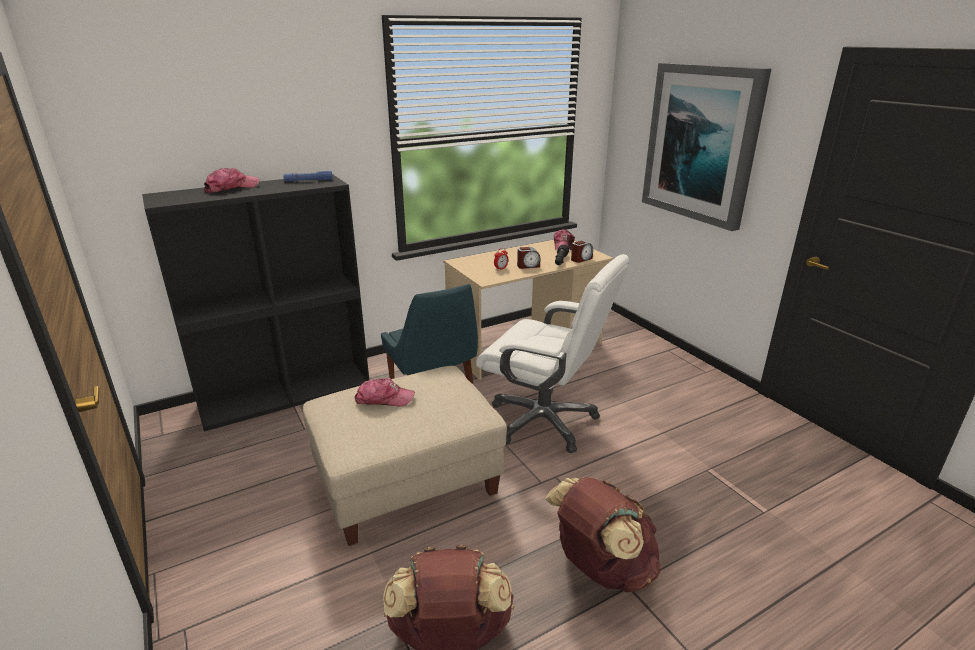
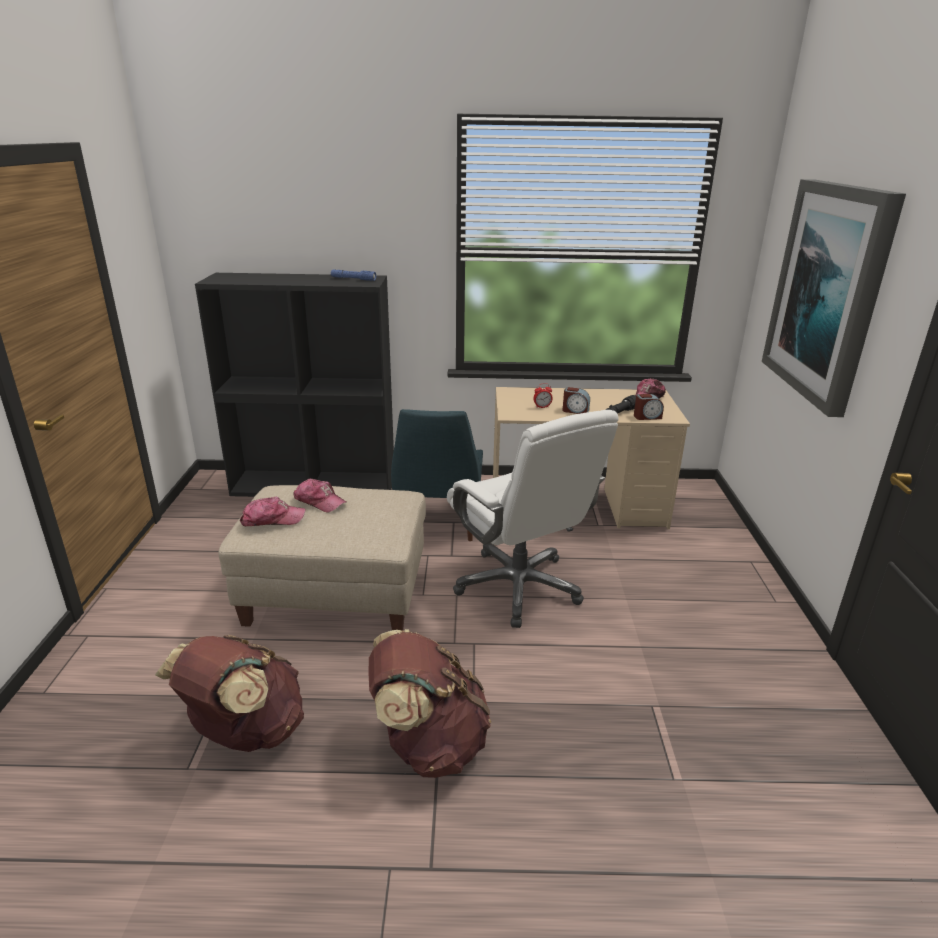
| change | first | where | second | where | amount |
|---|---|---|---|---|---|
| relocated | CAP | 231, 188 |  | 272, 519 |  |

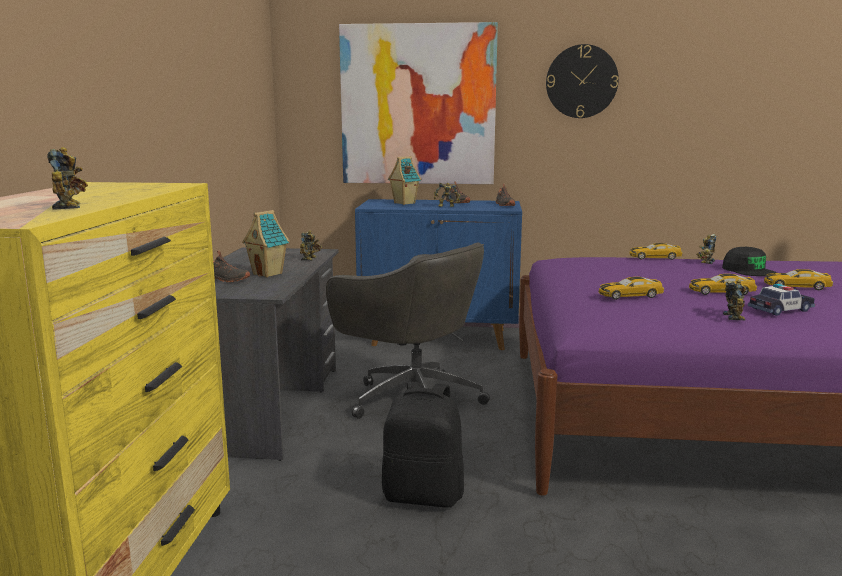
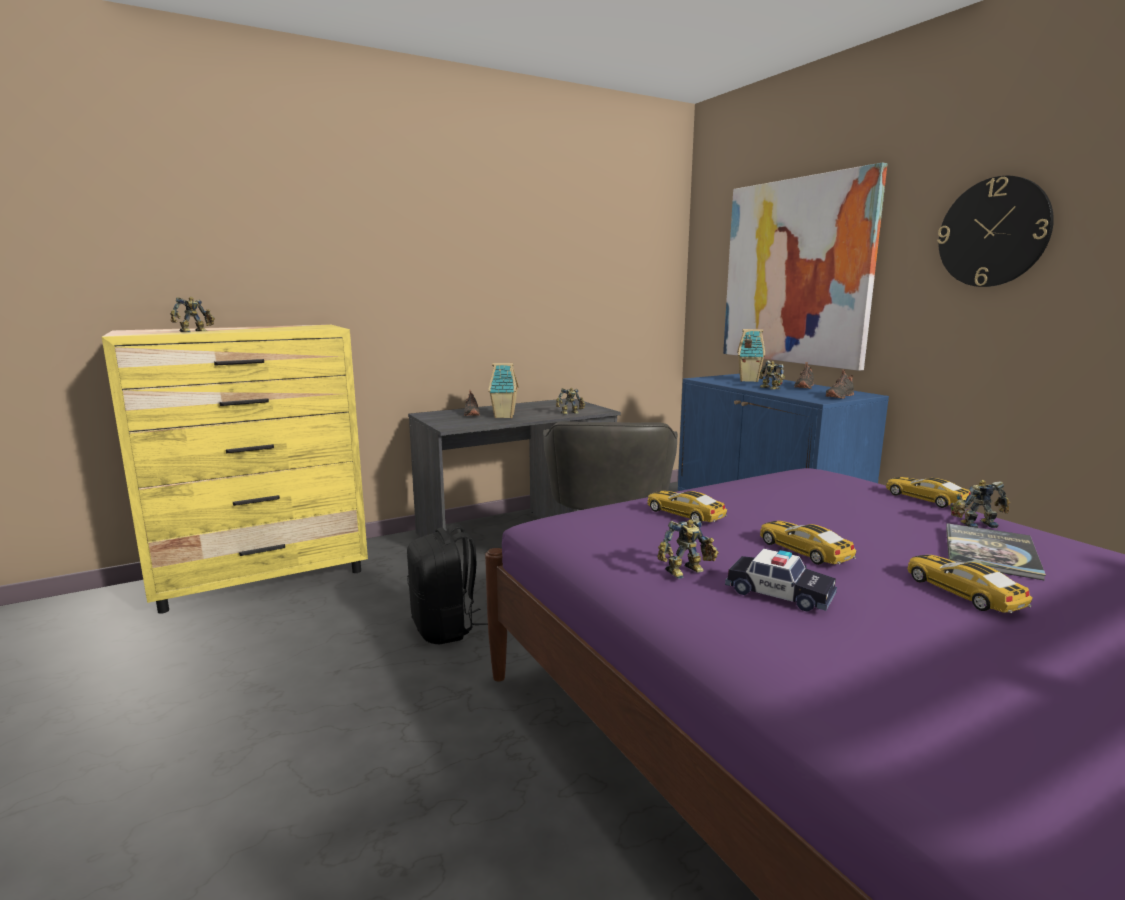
| change | first | where | second | where | amount |
|---|---|---|---|---|---|
| exchanged | BLACK CAP | 748, 270 | BOOK | 990, 552 |  |

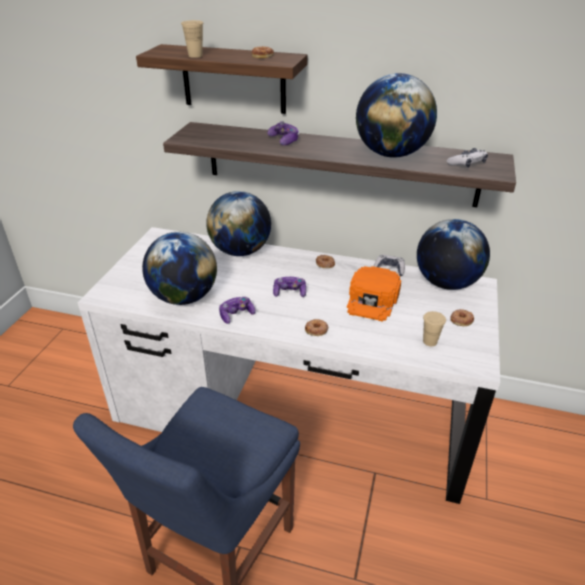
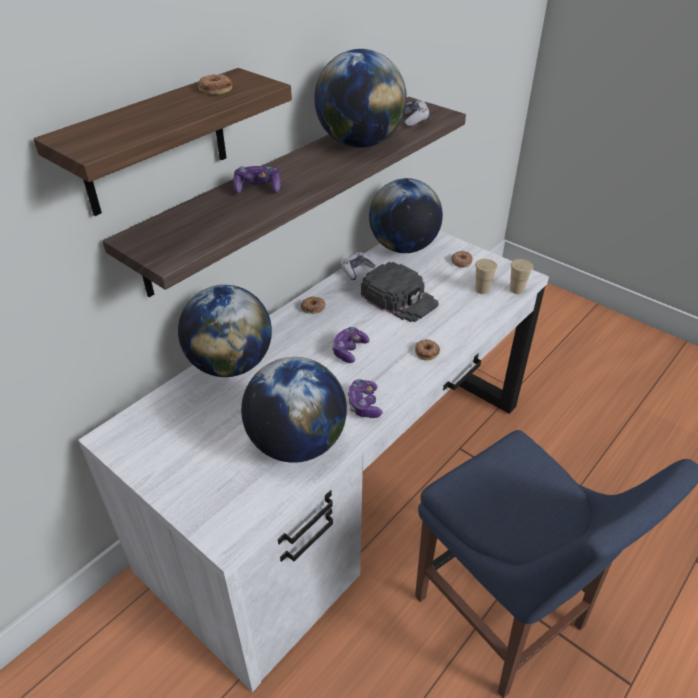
| change | first | where | second | where | amount |
|---|---|---|---|---|---|
| relocated | BEIGE CUP | 195, 55 |  | 516, 290 |  |
| colour | ORANGE CAP | 373, 299 | BLACK CAP | 399, 298 |  |

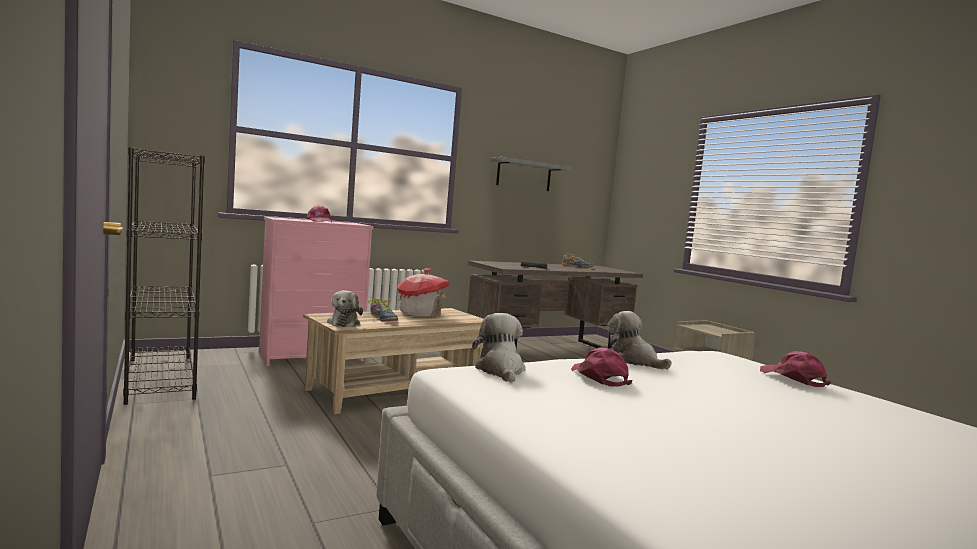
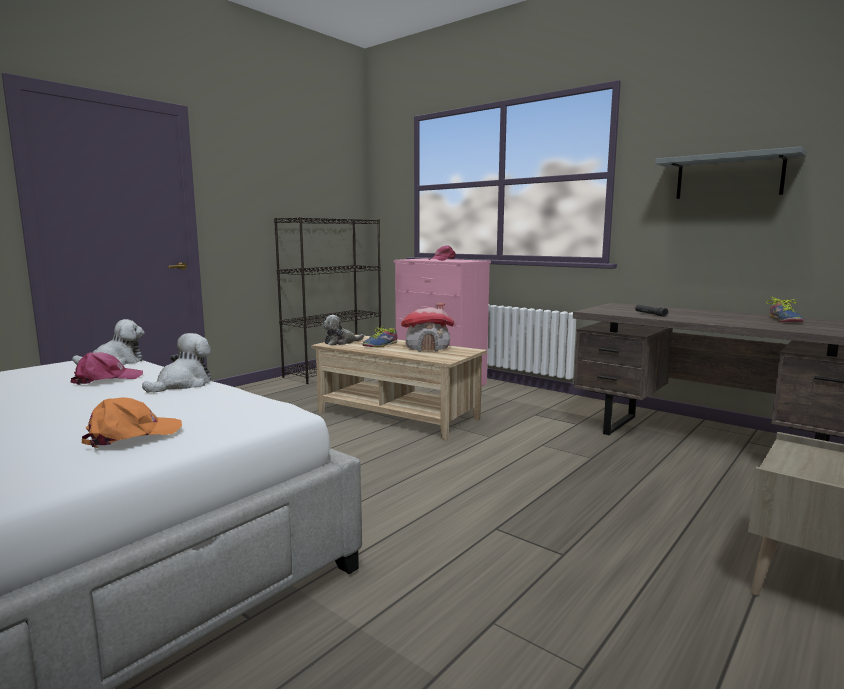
| change | first | where | second | where | amount |
|---|---|---|---|---|---|
| colour | PINK CAP | 793, 378 | ORANGE CAP | 132, 435 |  |

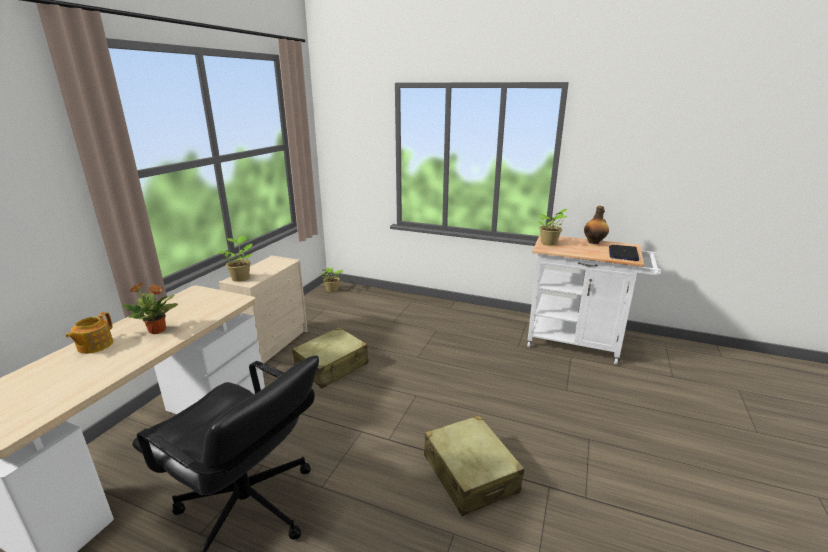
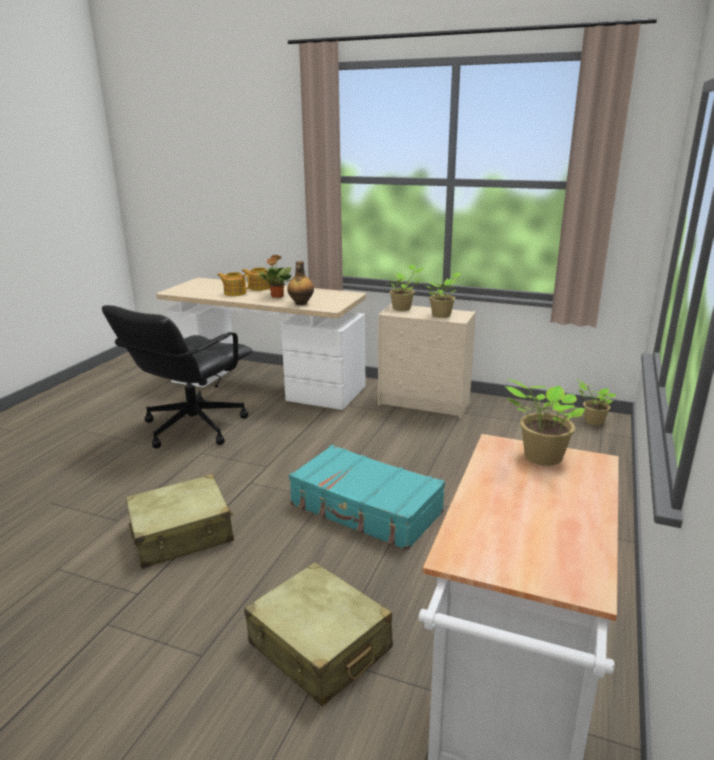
| change | first | where | second | where | amount |
|---|---|---|---|---|---|
| relocated | BEIGE SUITCASE | 332, 366 |  | 319, 646 |  |
| relocated | BOTTLE | 594, 242 |  | 301, 303 |  |
| missing | LAPTOP | 623, 253 |  |  |  |
| appeared |  |  | TEAPOT | 235, 293 |  |
| appeared |  |  | TURQUOISE SUITCASE | 366, 509 |  |
| appeared |  |  | POTTED PLANT | 442, 315 |  |

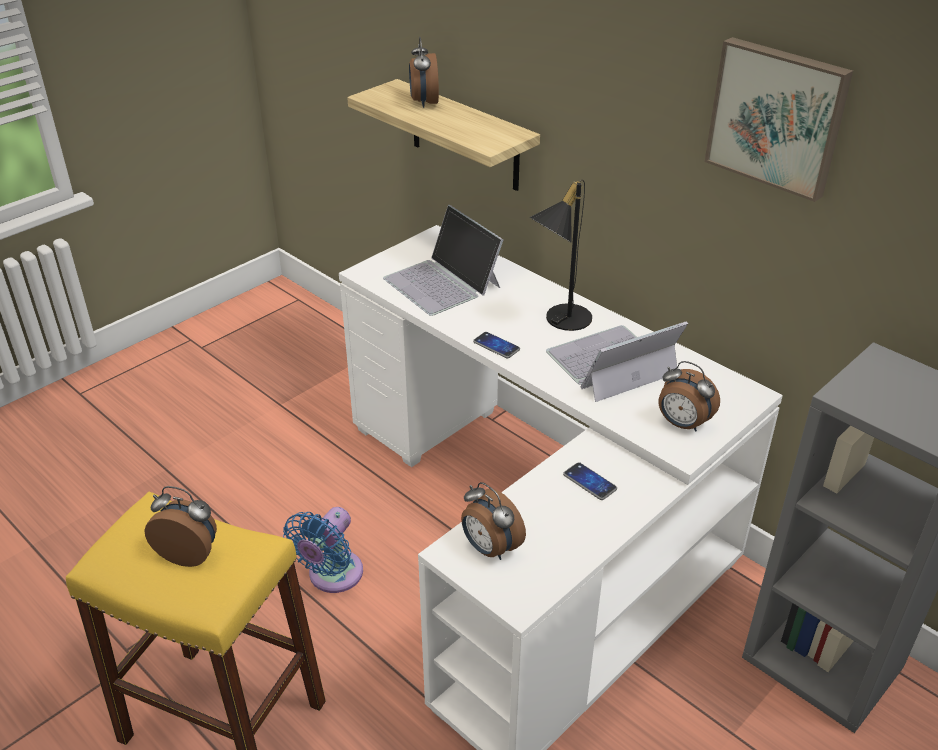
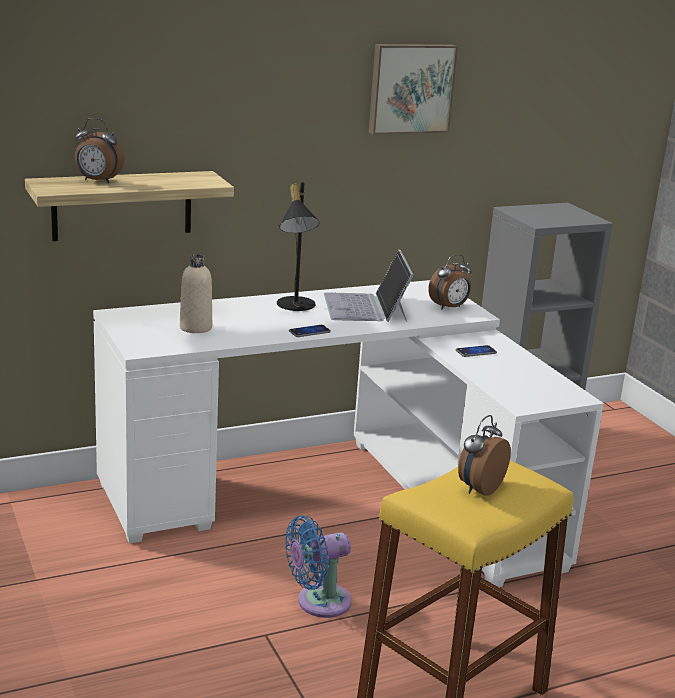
| change | first | where | second | where | amount |
|---|---|---|---|---|---|
| spun | BLUE FAN | 332, 576 |  | 318, 602 | 105 degrees clockwise |
| exchanged | LAPTOP | 443, 282 | BEIGE BOTTLE | 195, 328 |  |
| missing | ALARM CLOCK | 489, 548 |  |  |  |

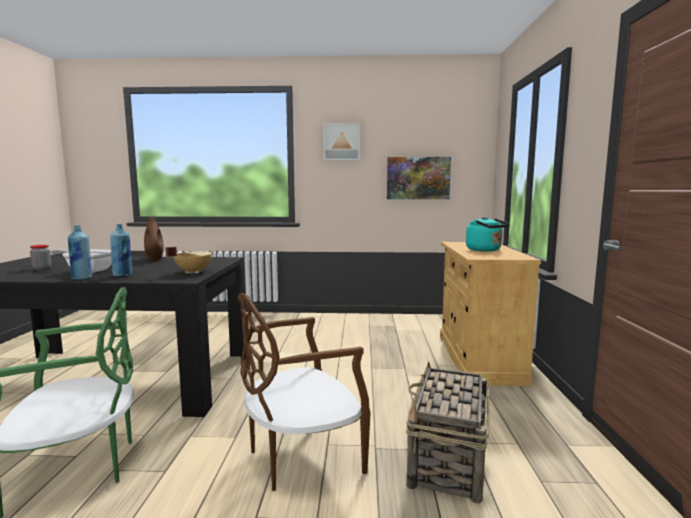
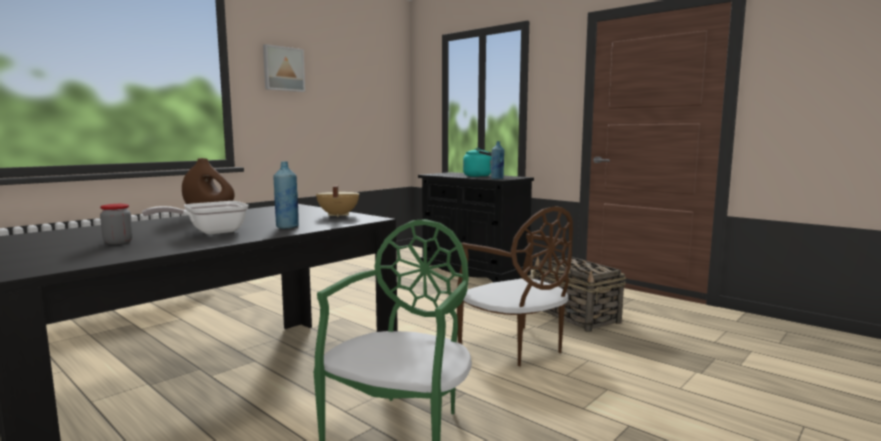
| change | first | where | second | where | amount |
|---|---|---|---|---|---|
| relocated | BLUE BOTTLE | 82, 278 |  | 497, 179 |  |
| spun | BROWN CHAIR | 300, 456 |  | 515, 347 | 45 degrees counterclockwise |
| missing | PICTURE | 418, 178 |  |  |  |
| colour | BEIGE CABINET | 478, 358 | BLACK CABINET | 473, 270 |  |

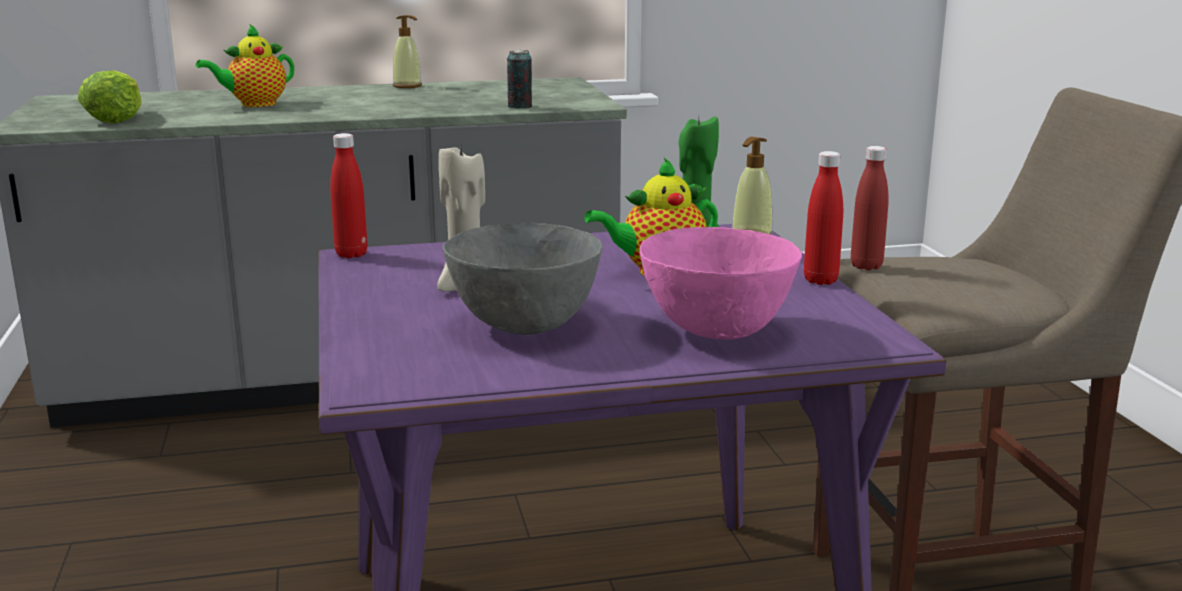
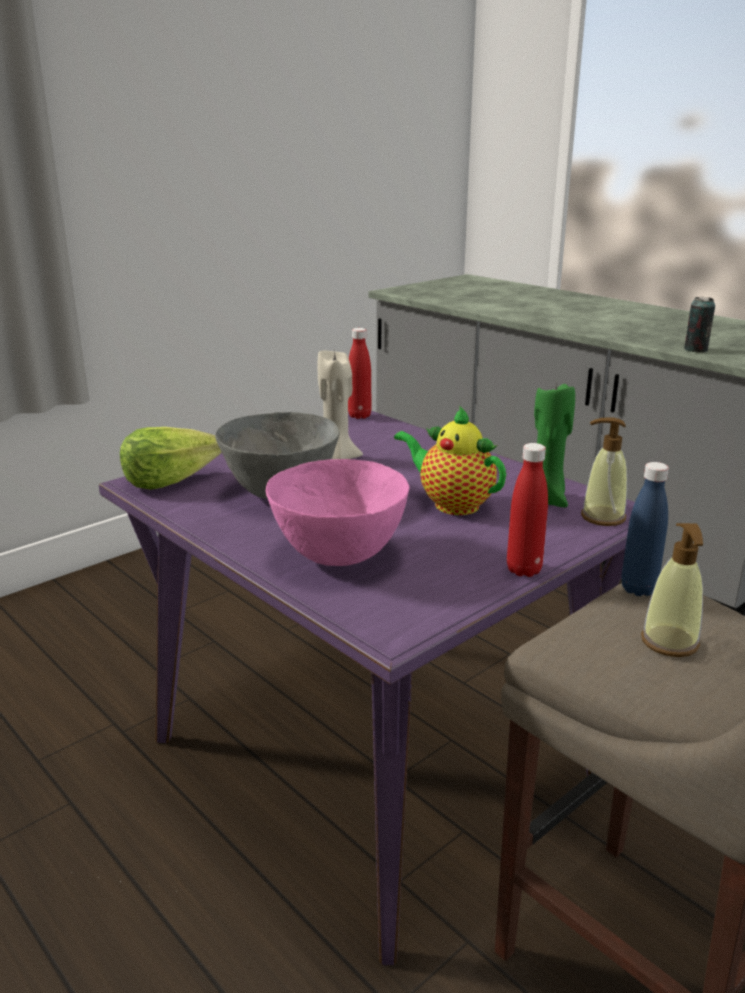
| change | first | where | second | where | amount |
|---|---|---|---|---|---|
| relocated | LETTUCE | 116, 119 |  | 170, 480 |  |
| missing | TEAPOT | 254, 104 |  |  |  |
| relocated | SOAP DISPENSER | 407, 86 |  | 669, 642 |  |
| colour | RED BOTTLE | 866, 266 | BLUE BOTTLE | 638, 589 |  |

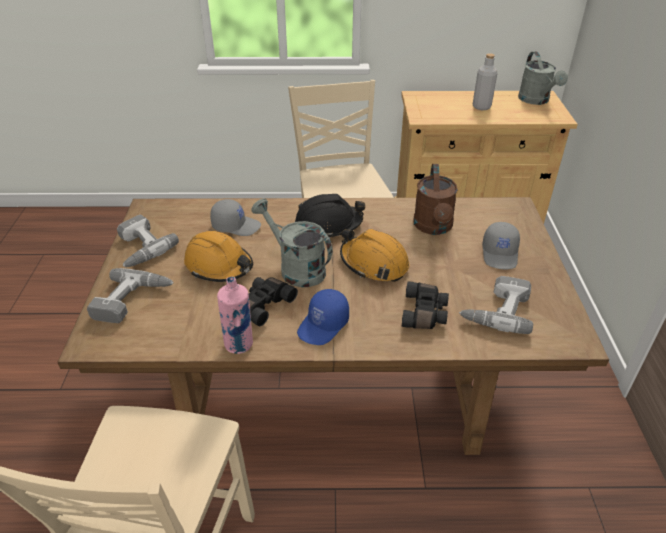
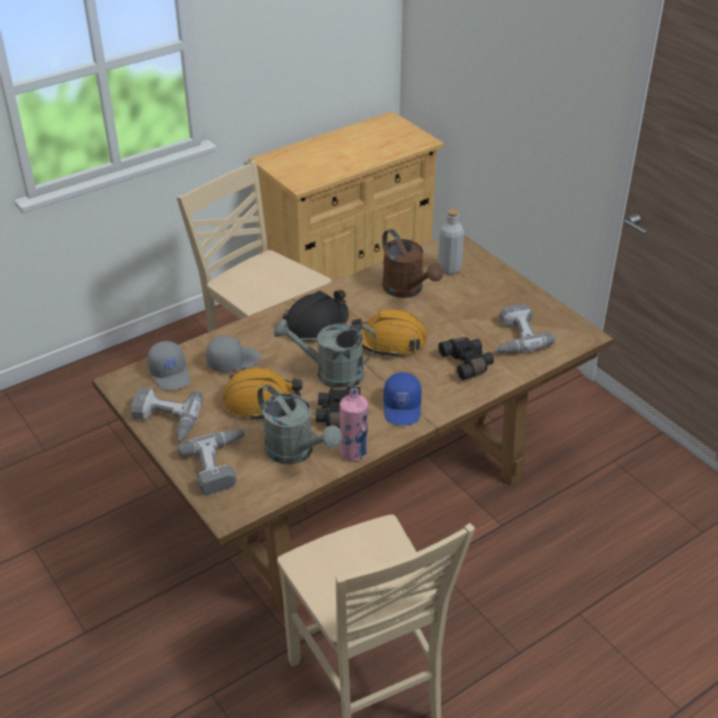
| change | first | where | second | where | amount |
|---|---|---|---|---|---|
| relocated | GREY BOTTLE | 481, 107 |  | 449, 268 |  |
| relocated | GREY CAP | 500, 254 |  | 171, 374 |  |
| relocated | GREY WATERING CAN | 536, 101 |  | 296, 452 |  |

